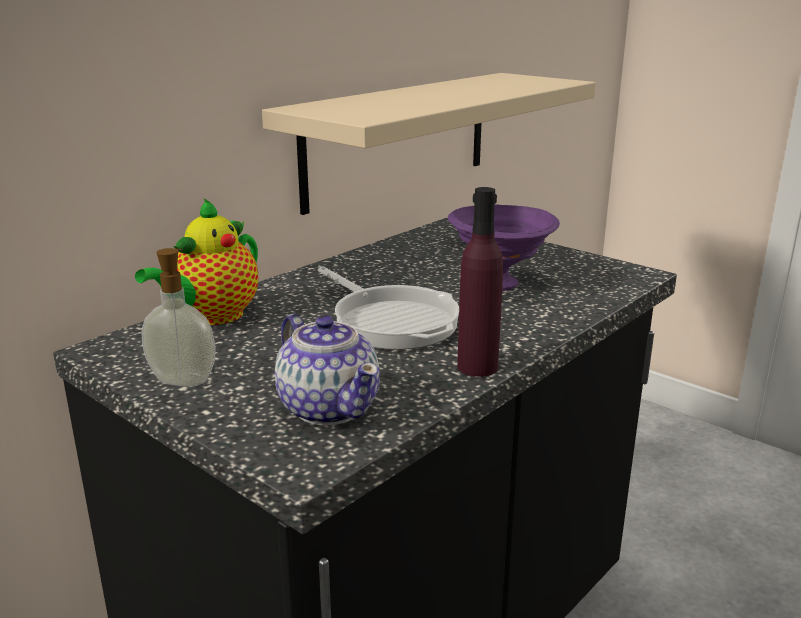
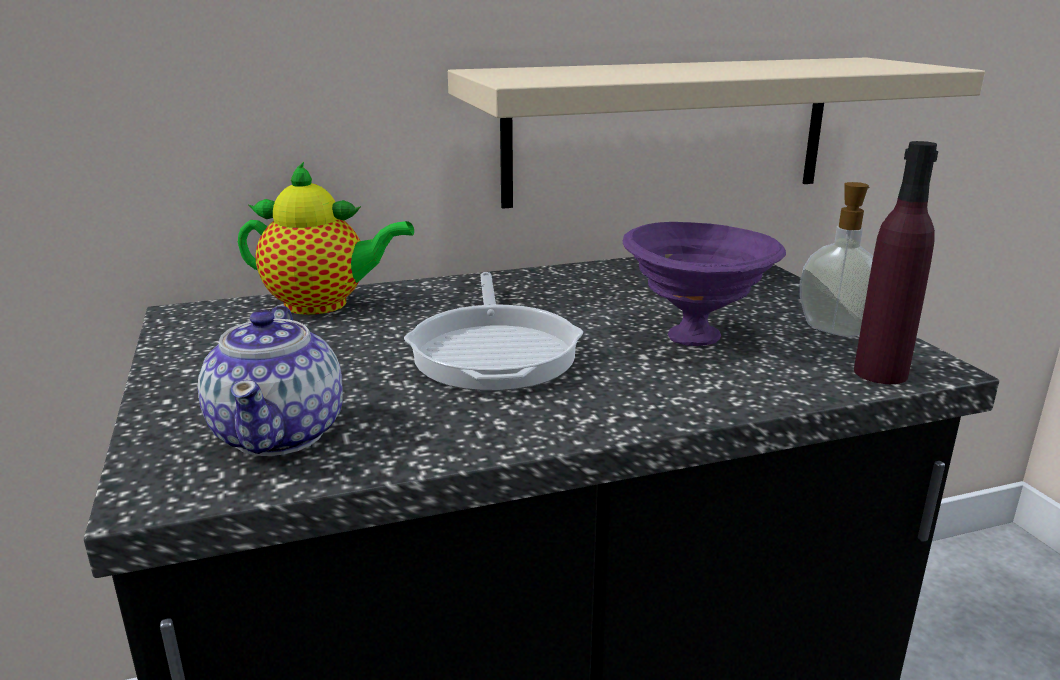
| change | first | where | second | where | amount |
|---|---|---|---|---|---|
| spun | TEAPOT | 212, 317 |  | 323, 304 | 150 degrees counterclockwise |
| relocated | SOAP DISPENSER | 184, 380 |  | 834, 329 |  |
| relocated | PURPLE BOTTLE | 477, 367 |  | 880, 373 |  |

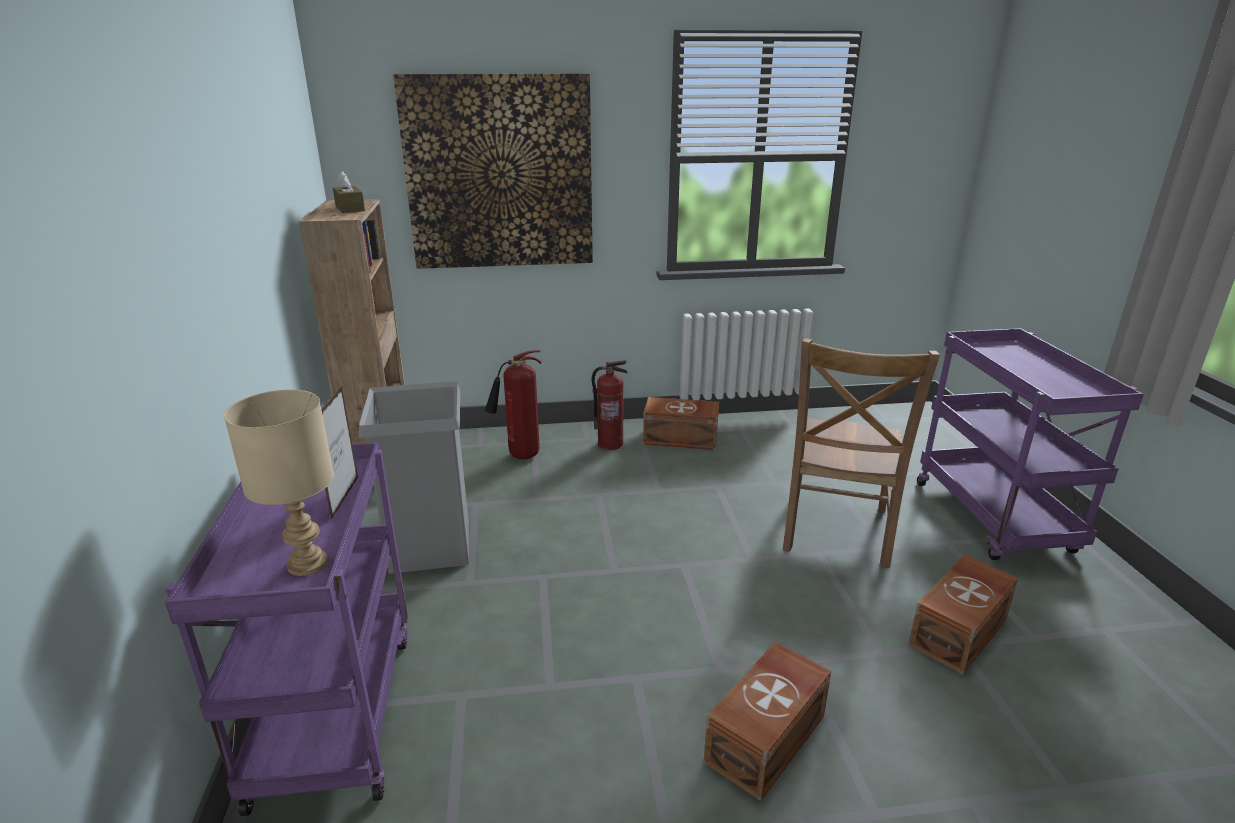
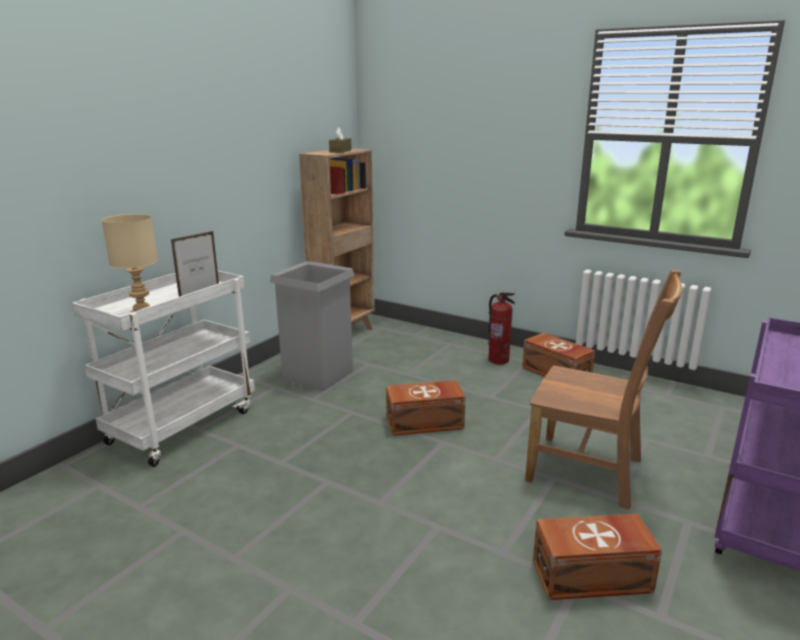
| change | first | where | second | where | amount |
|---|---|---|---|---|---|
| colour | PURPLE CART | 334, 712 | WHITE CART | 183, 425 |  |
| missing | PICTURE | 499, 173 |  |  |  |
| missing | FIRE EXTINGUISHER | 520, 456 |  |  |  |
| relocated | BROWN STORAGE BOX | 768, 738 |  | 426, 423 |  |
| spun | BROWN CHAIR | 835, 532 |  | 590, 472 | 120 degrees counterclockwise |

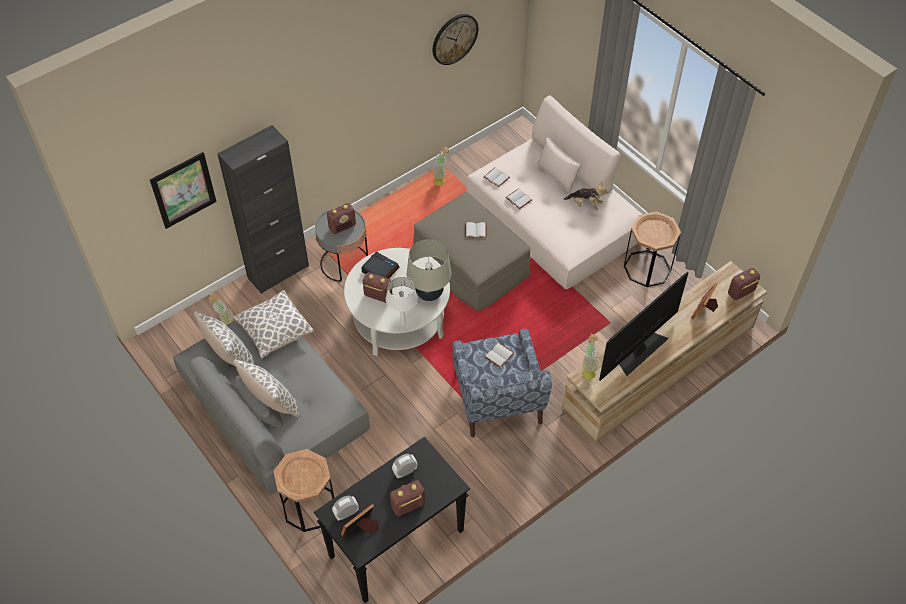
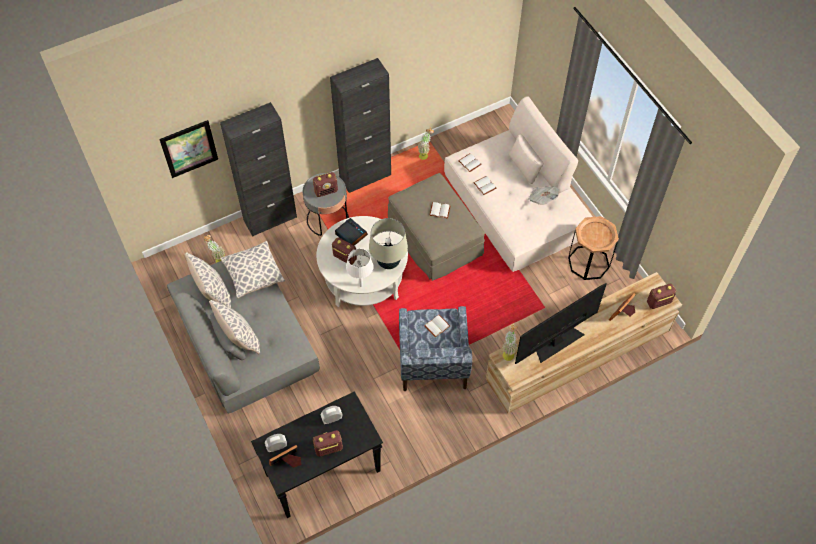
| change | first | where | second | where | amount |
|---|---|---|---|---|---|
| missing | BROWN SIDE TABLE | 309, 506 |  |  |  |
| missing | WALL CLOCK | 454, 38 |  |  |  |
| exchanged | PLUSH TOY | 585, 204 | NEWSPAPER | 542, 199 |  |
| appeared |  |  | BLACK CABINET | 365, 176 |  |

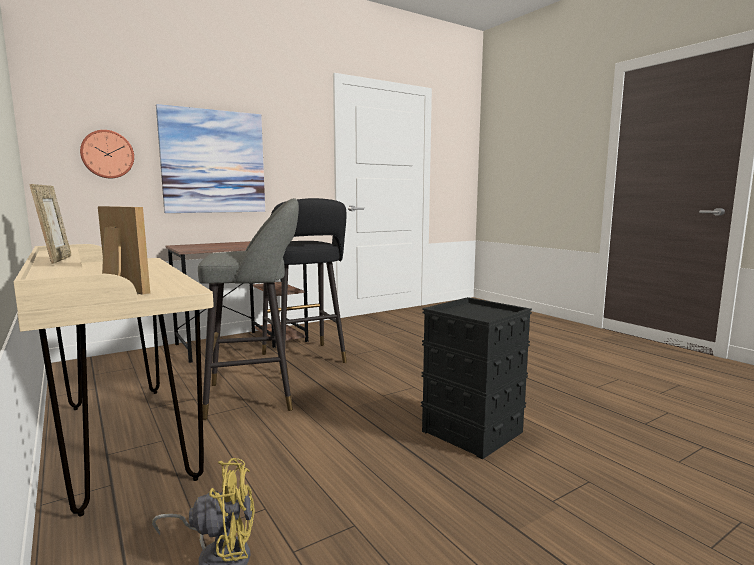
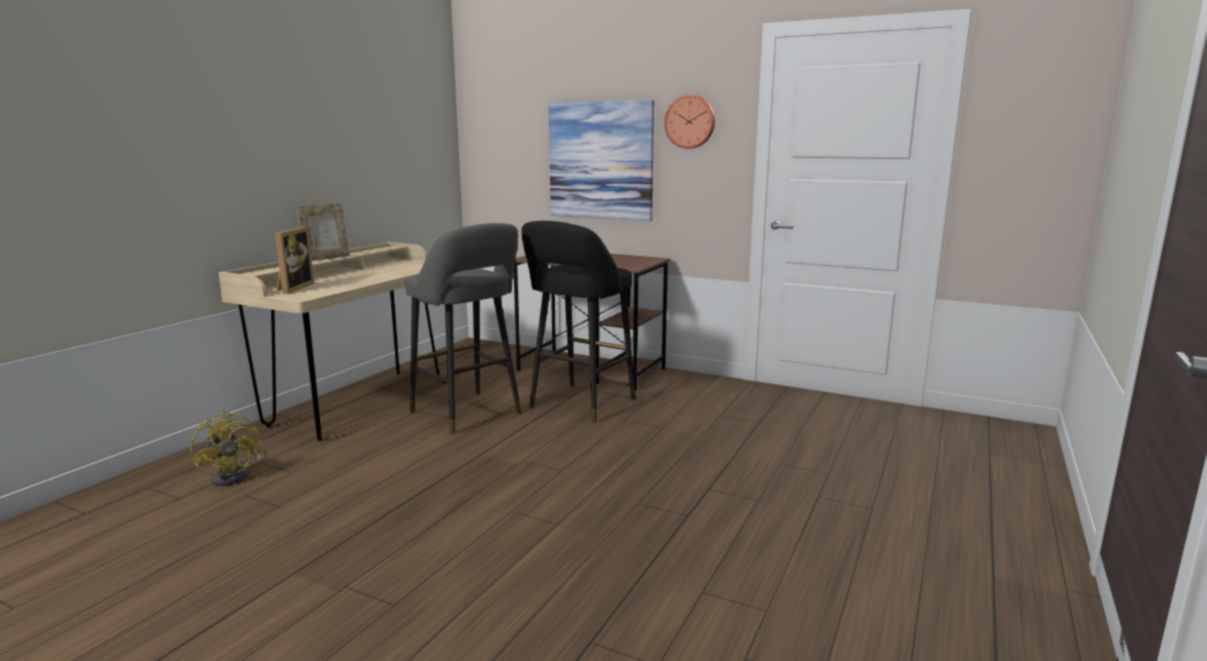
| change | first | where | second | where | amount |
|---|---|---|---|---|---|
| relocated | WALL CLOCK | 107, 154 |  | 690, 121 |  |
| missing | BLACK STORAGE BOX | 473, 432 |  |  |  |

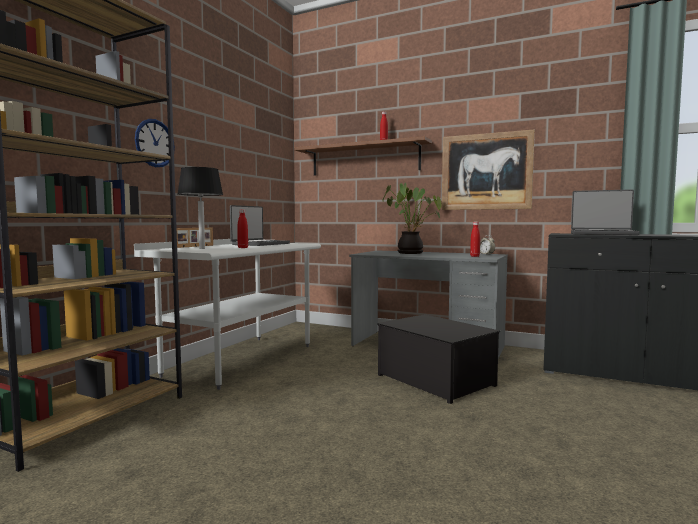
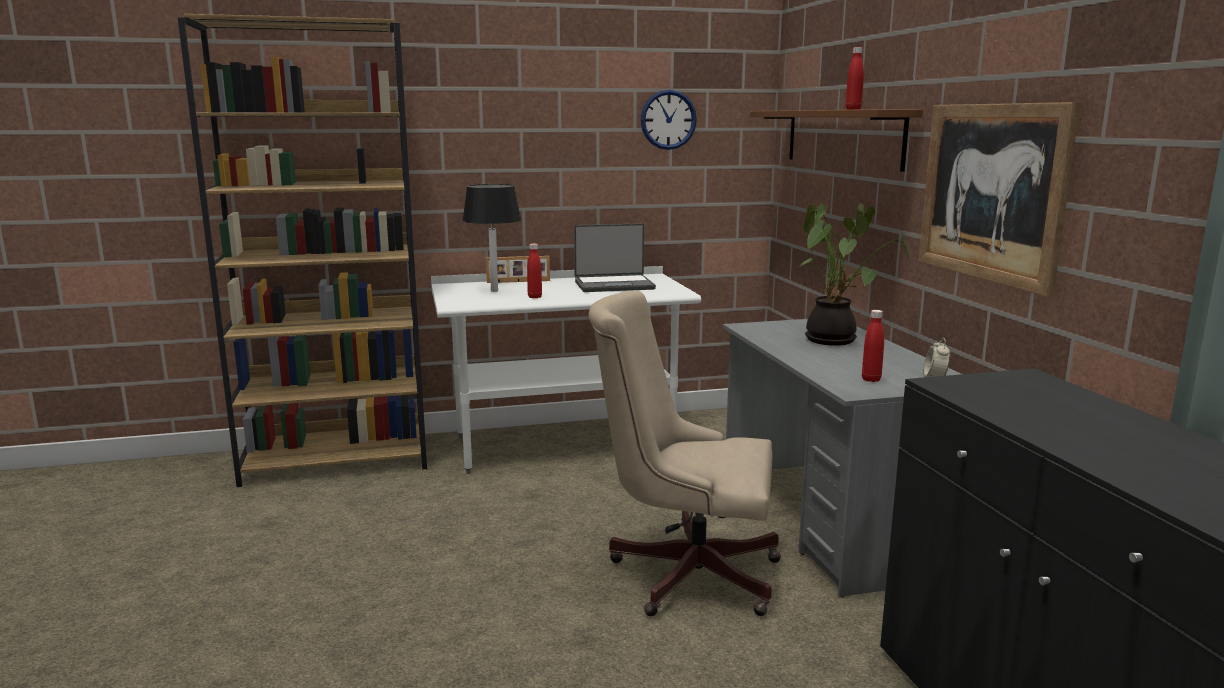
| change | first | where | second | where | amount |
|---|---|---|---|---|---|
| relocated | WALL CLOCK | 154, 143 |  | 668, 120 |  |
| exchanged | STORAGE BOX | 434, 380 | BEIGE OFFICE CHAIR | 684, 572 |  |
| missing | LAPTOP | 602, 234 |  |  |  |

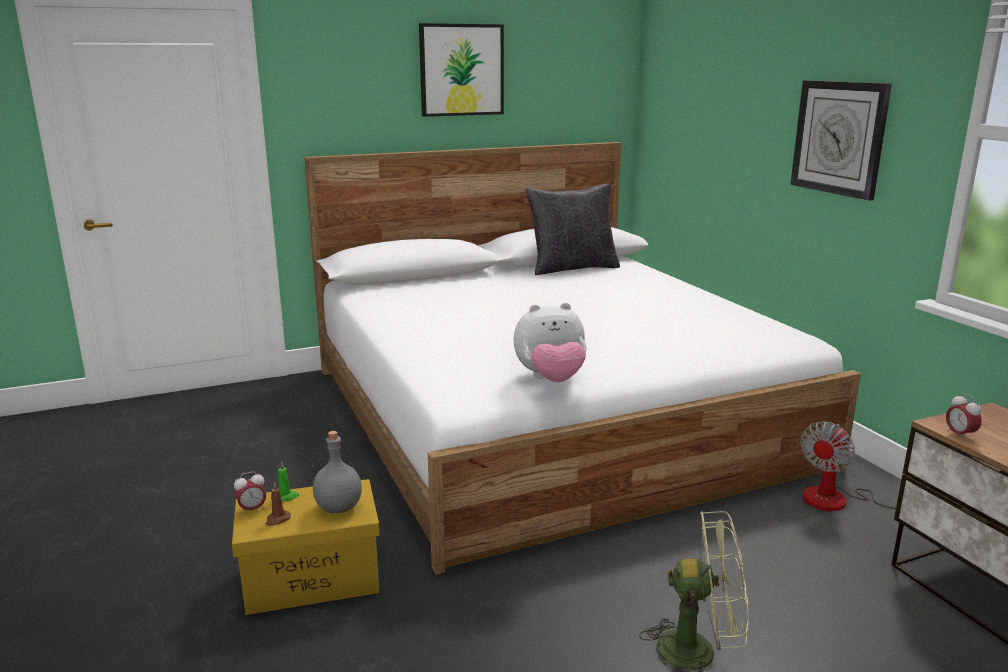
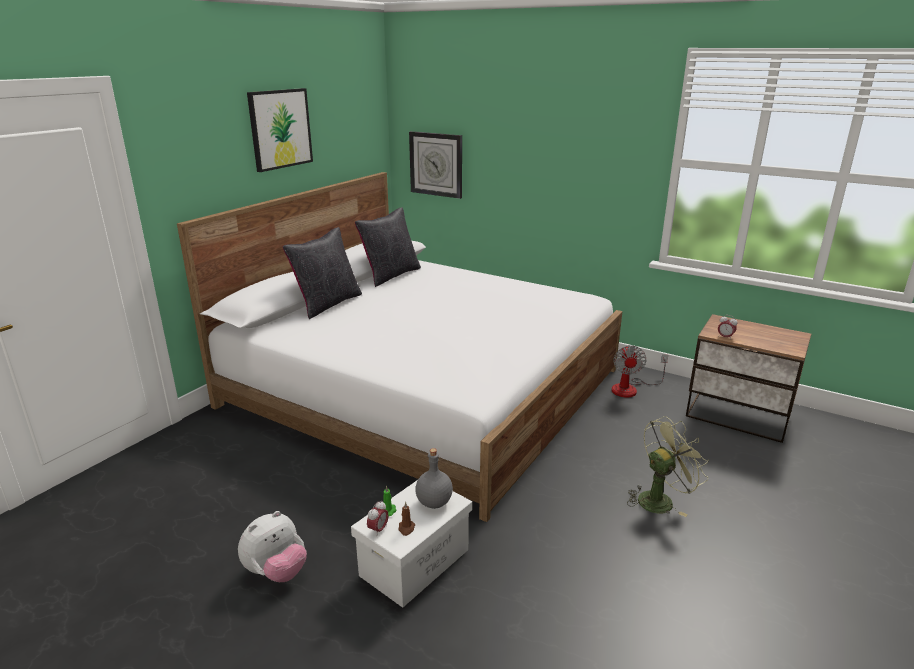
| change | first | where | second | where | amount |
|---|---|---|---|---|---|
| colour | YELLOW STORAGE BOX | 313, 578 | WHITE STORAGE BOX | 415, 561 |  |
| relocated | PLUSH TOY | 551, 379 |  | 276, 572 |  |
| relocated | WALL CLOCK | 839, 138 |  | 436, 164 |  |
| appeared |  |  | BLACK PILLOW | 327, 304 |  |

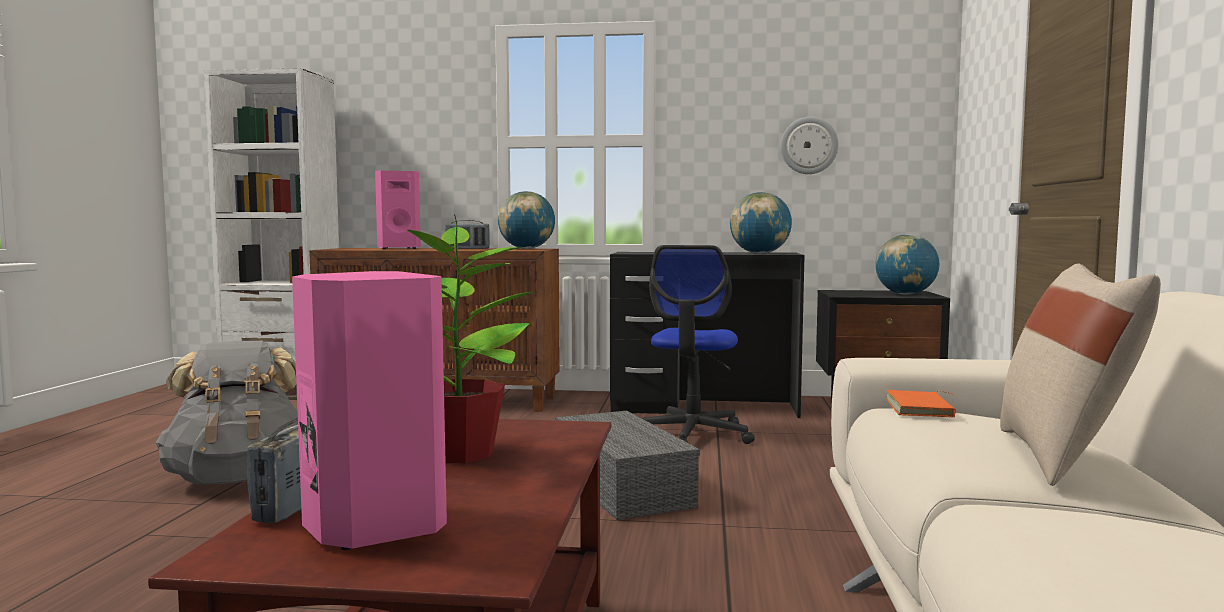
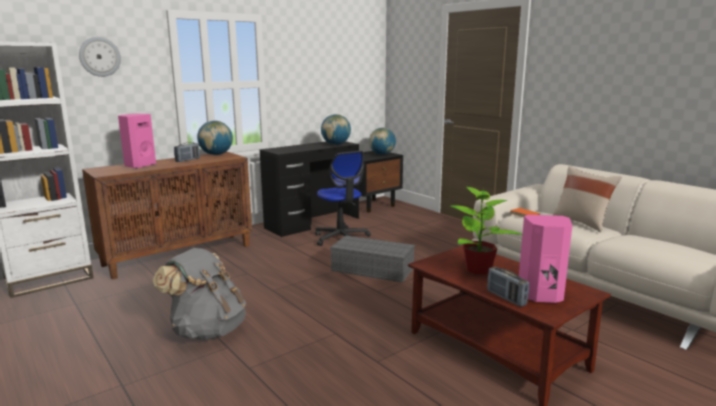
| change | first | where | second | where | amount |
|---|---|---|---|---|---|
| relocated | WALL CLOCK | 809, 145 |  | 100, 56 |  |

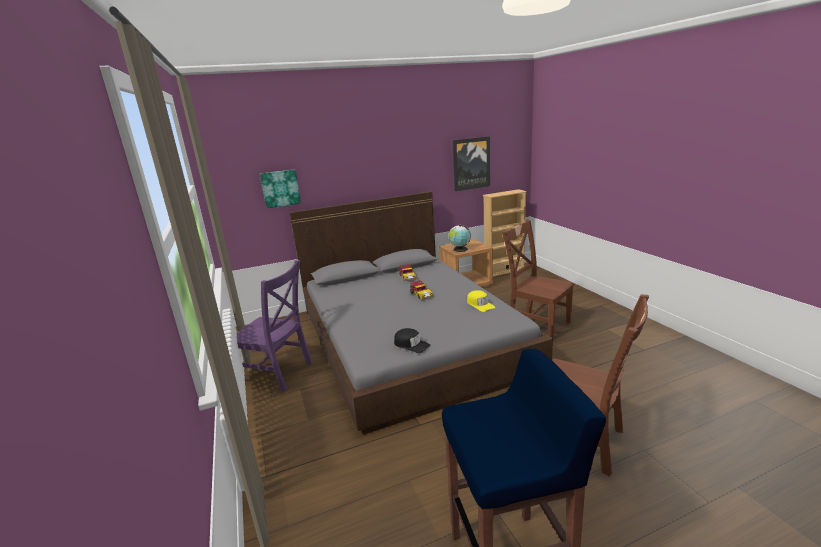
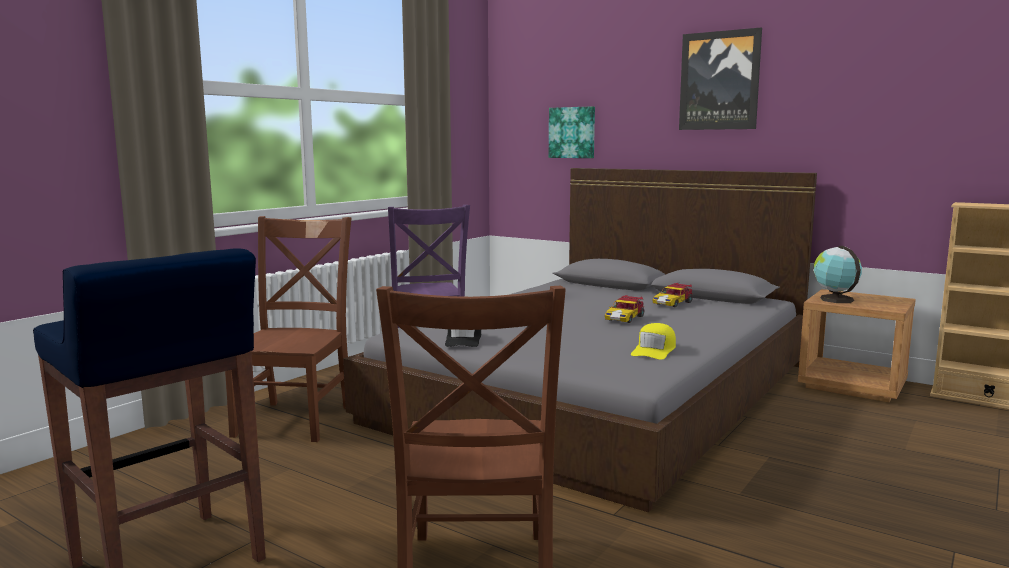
| change | first | where | second | where | amount |
|---|---|---|---|---|---|
| relocated | PICTURE | 471, 163 |  | 719, 81 |  |
| relocated | BROWN CHAIR | 536, 324 |  | 297, 419 |  |

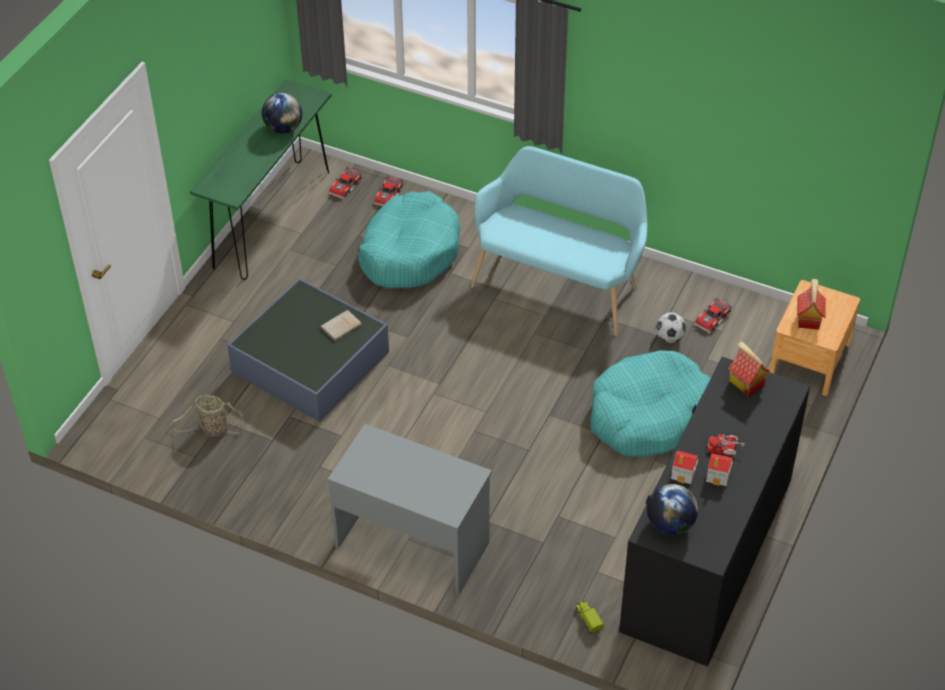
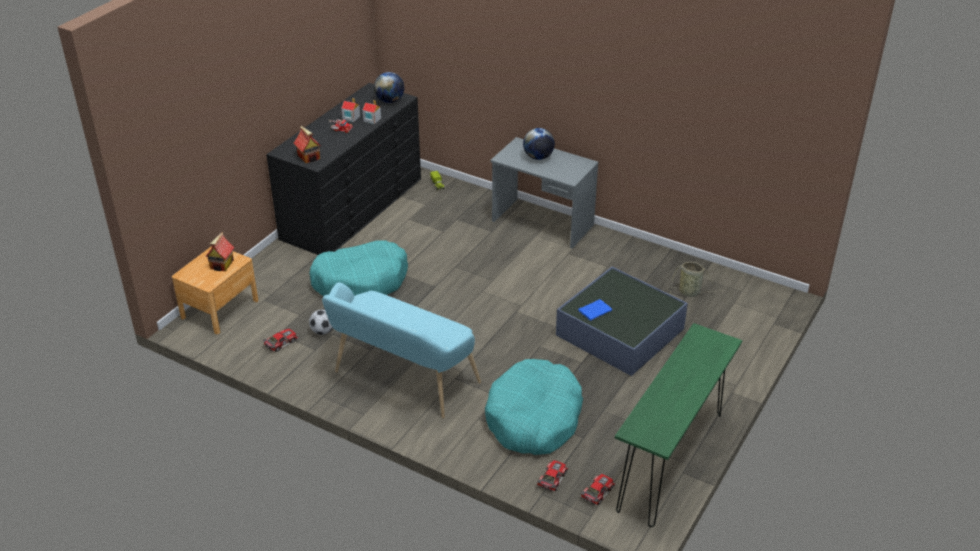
| change | first | where | second | where | amount |
|---|---|---|---|---|---|
| relocated | GLOBE | 283, 128 |  | 538, 157 |  |
| colour | BEIGE BOOK | 340, 327 | BLUE BOOK | 595, 310 |  |

